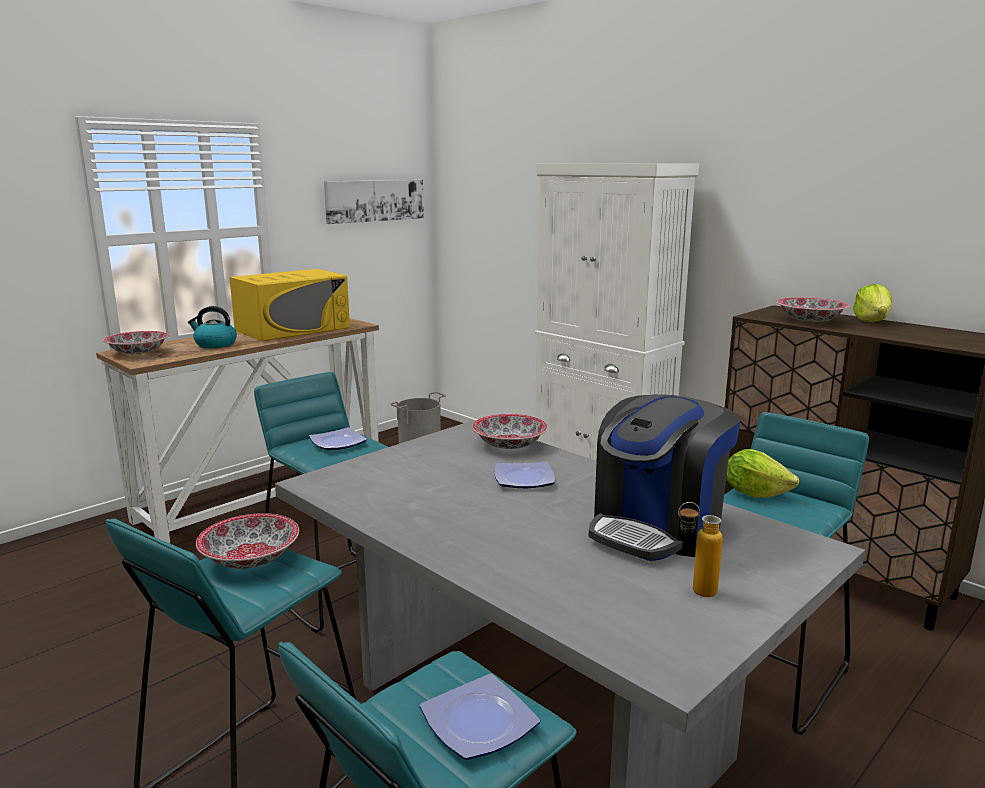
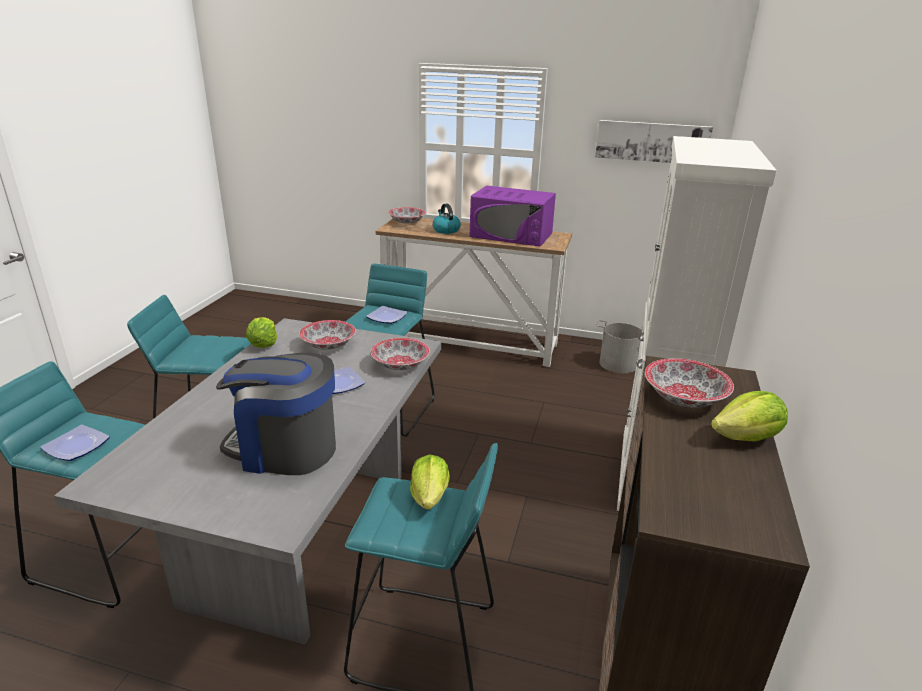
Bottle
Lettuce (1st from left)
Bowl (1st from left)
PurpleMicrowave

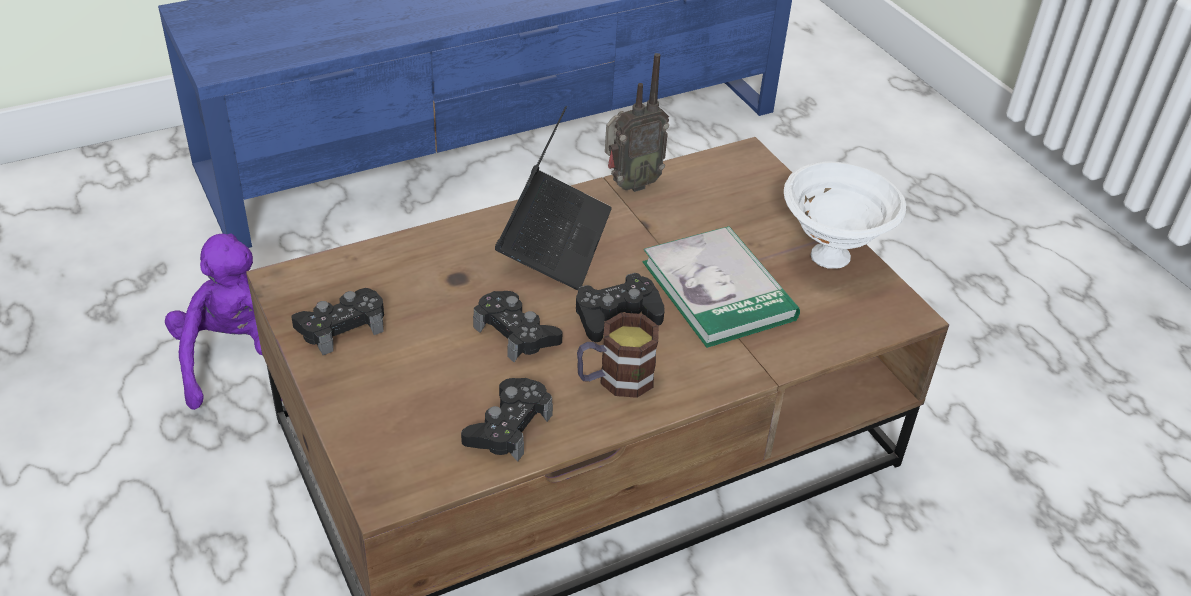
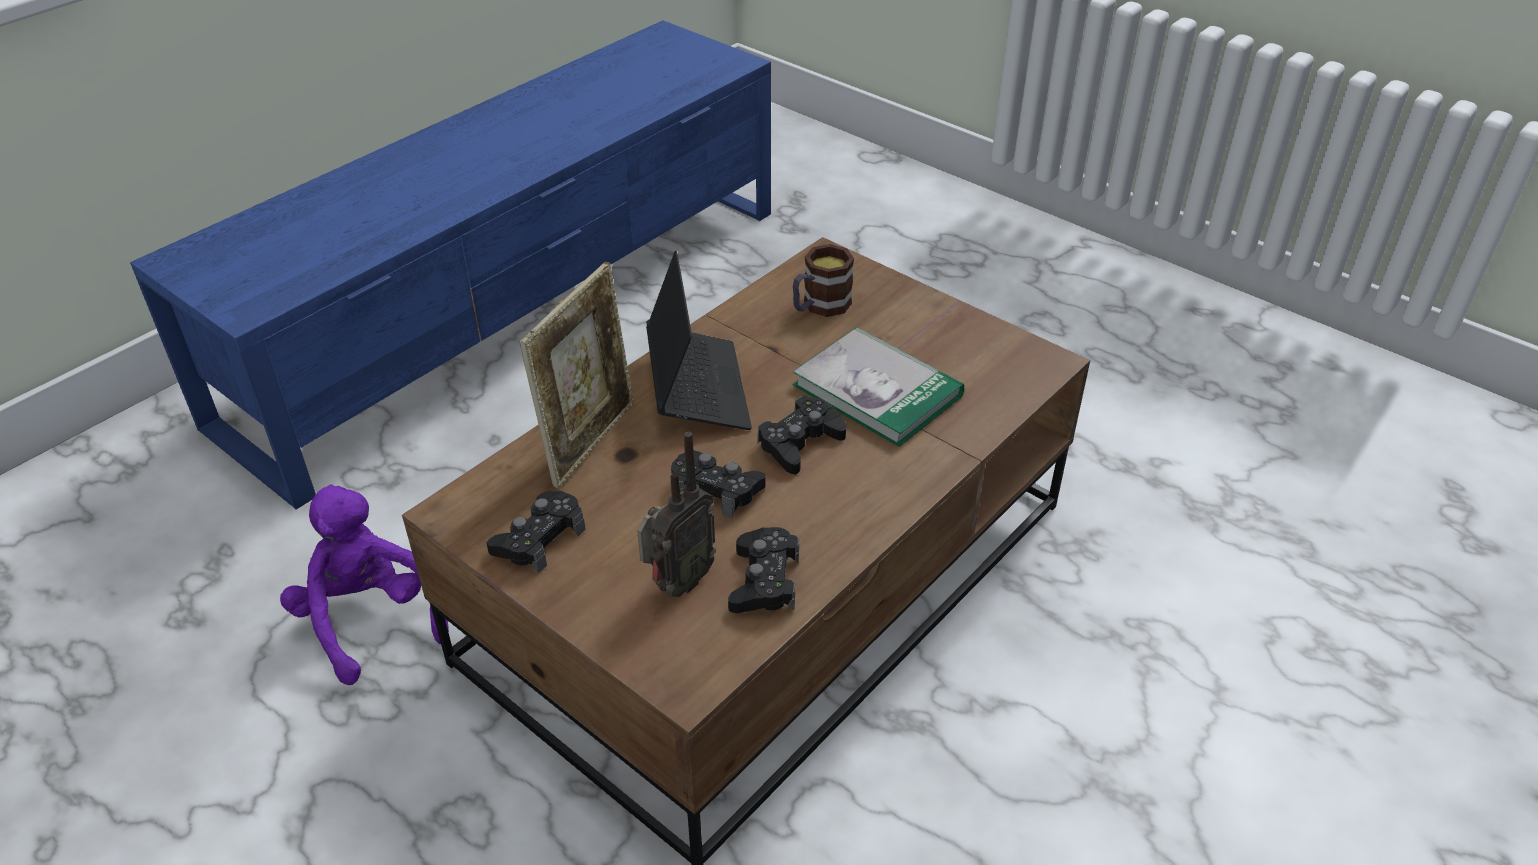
WhiteBowl
PictureFrame
Mug
Radio

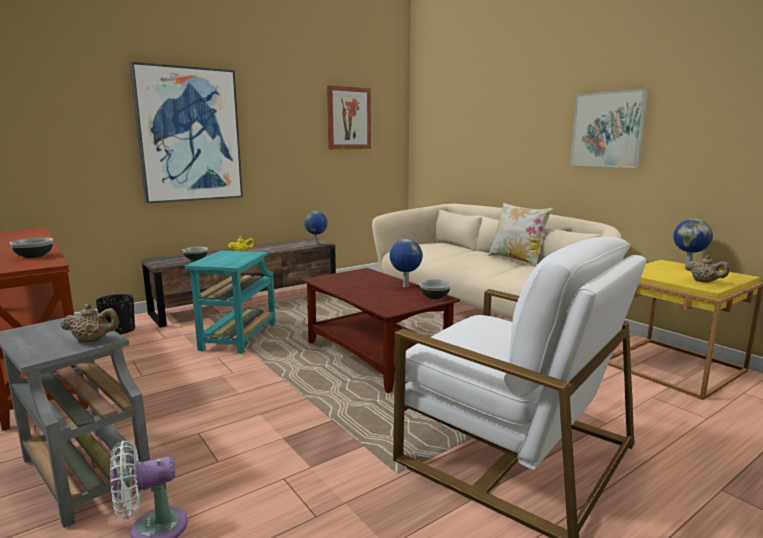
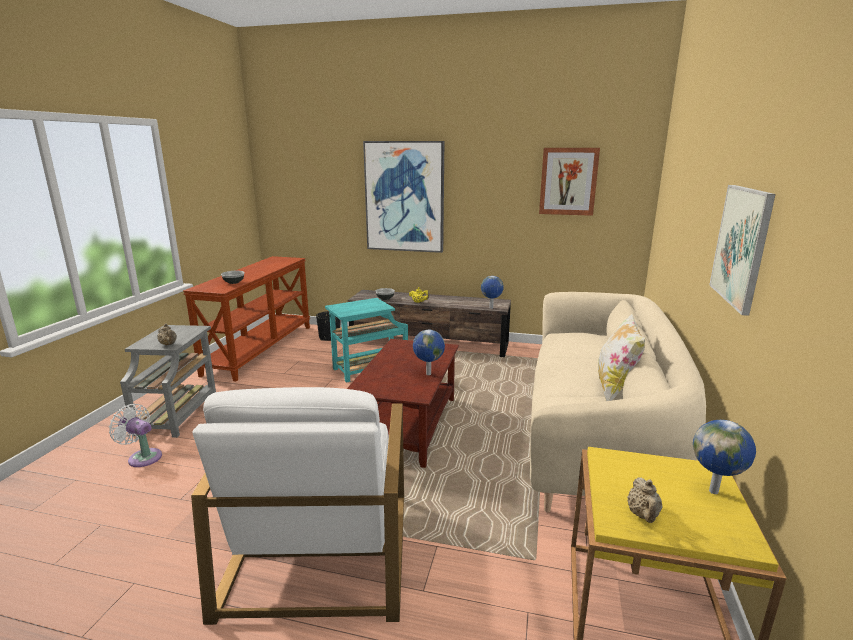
Bowl (3rd from left in the first image)

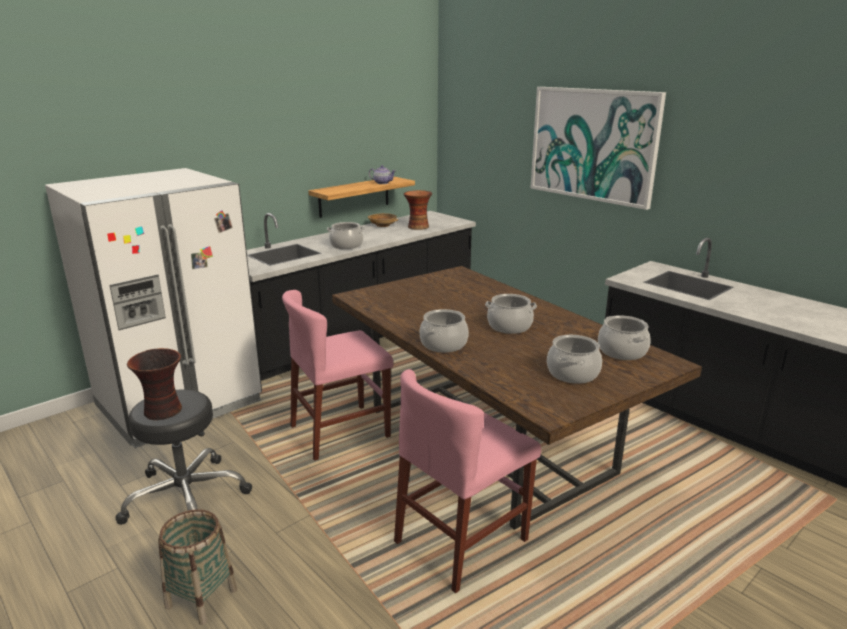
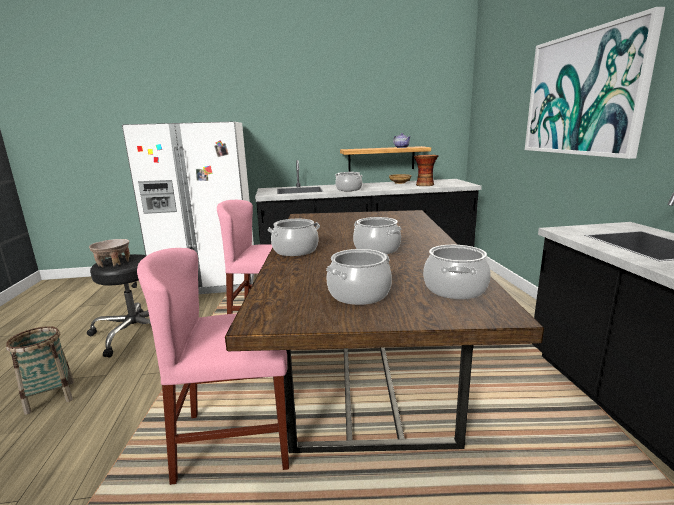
BeigeBowl (1st from left)

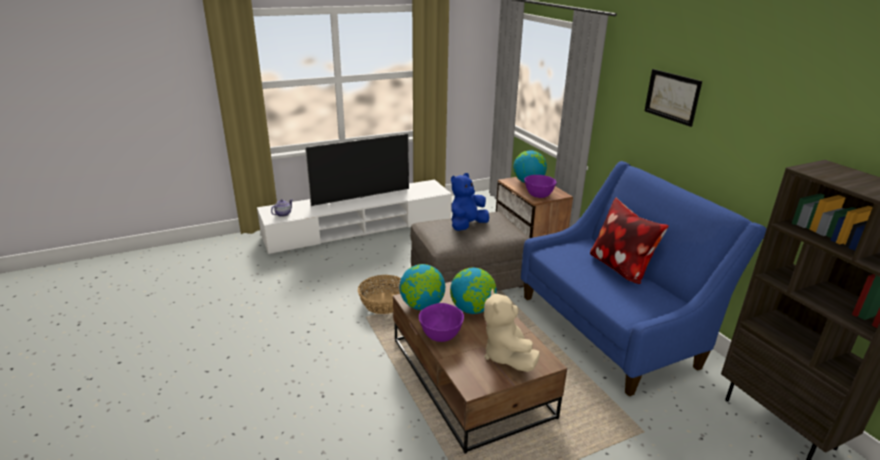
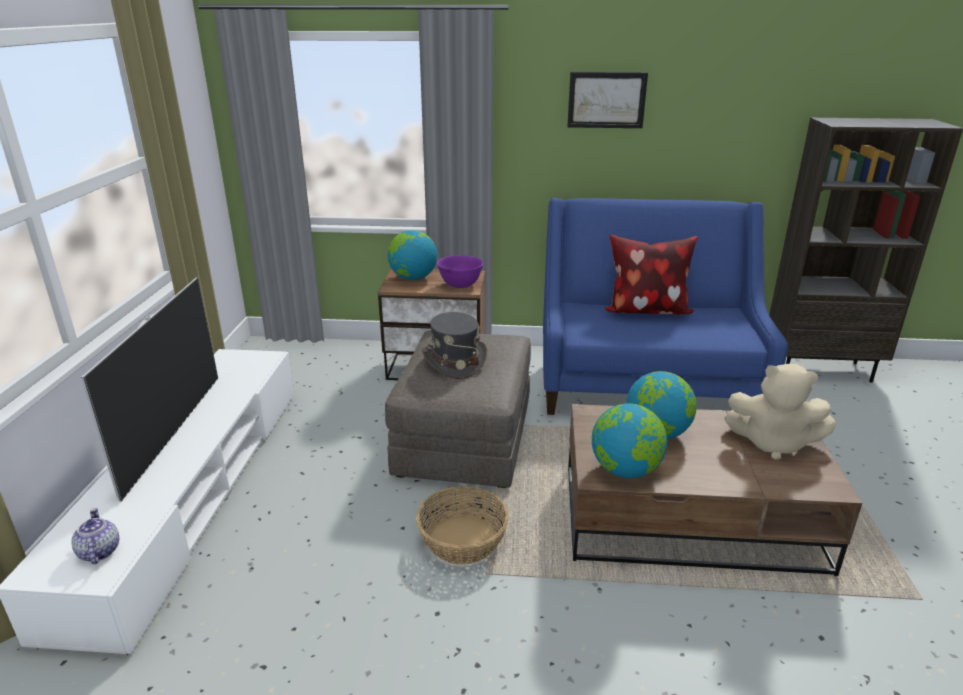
PurpleBowl (1st from left in the first image)
GreyHat

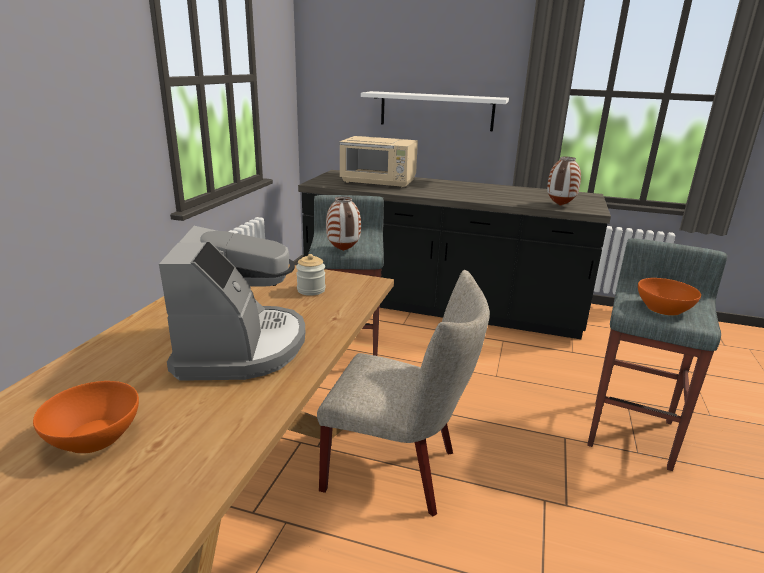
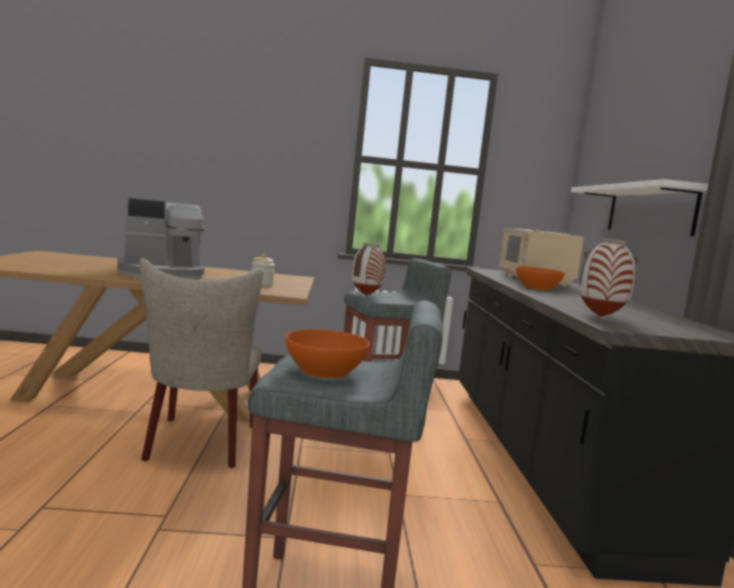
OrangeBowl (2nd from left)

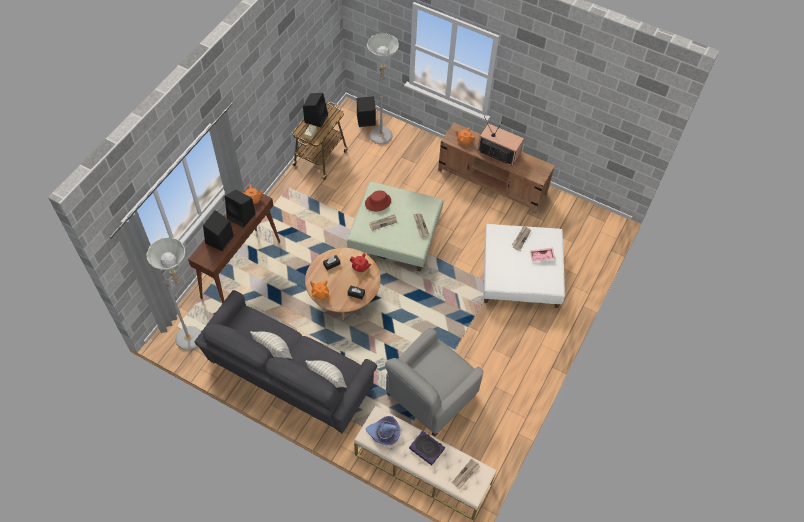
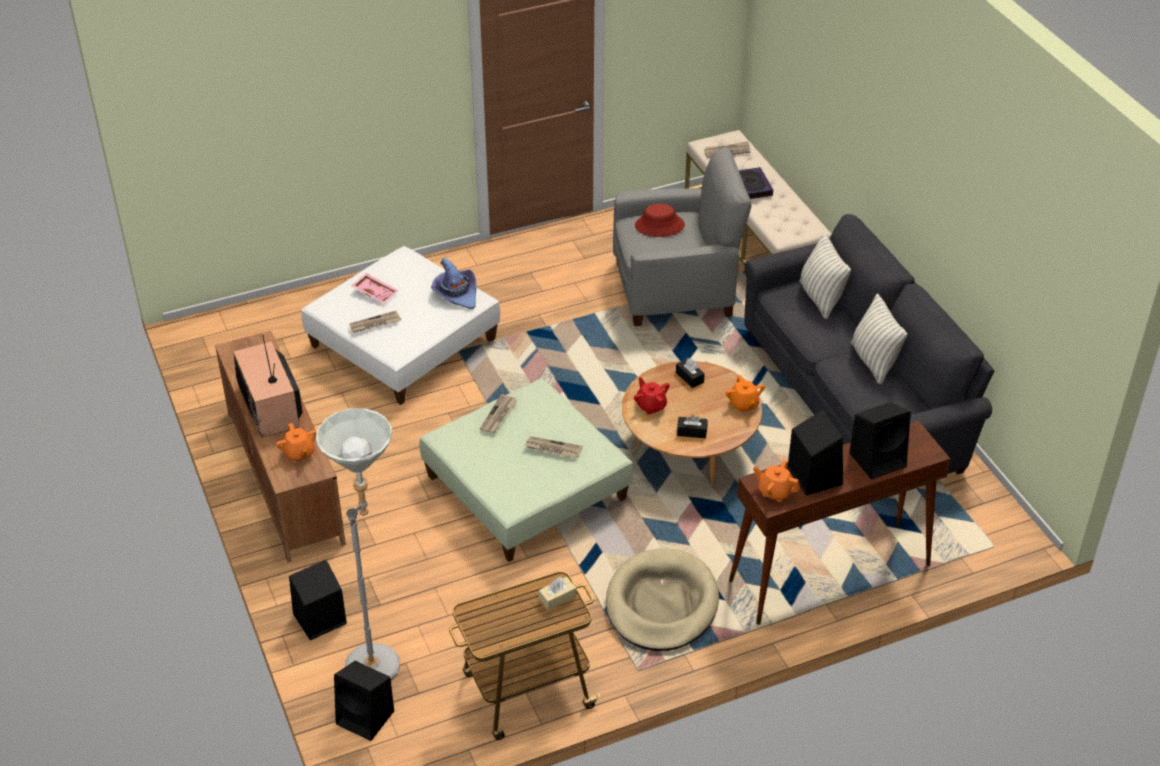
GreyFloorLamp (1st from left in the first image)
BeigeDogBed
BlackSpeaker (1st from left)
RedHat
PurpleHat

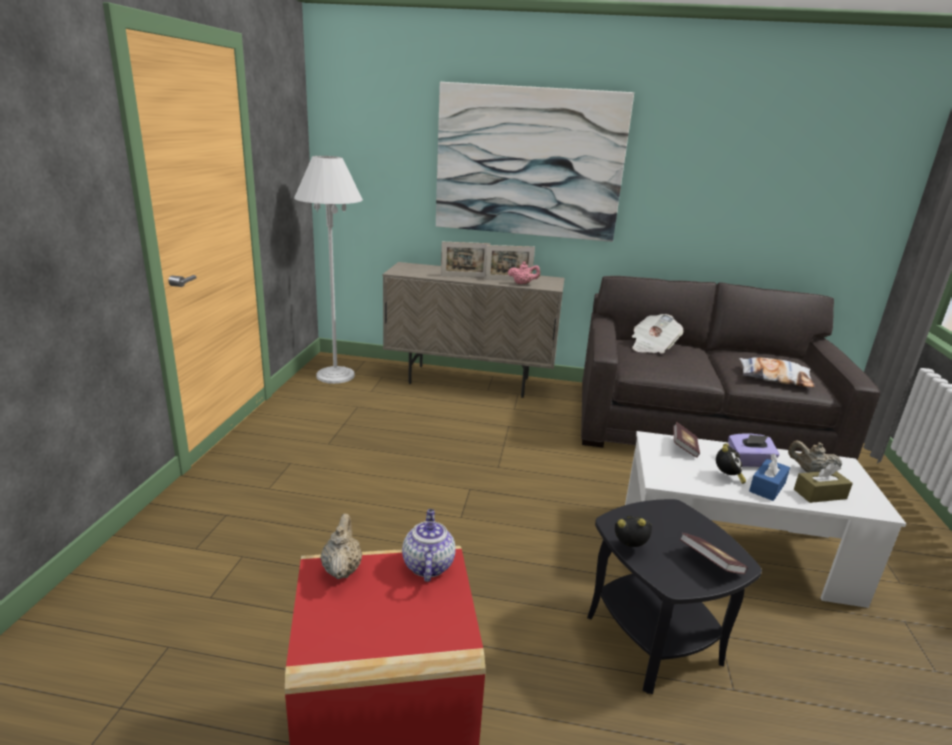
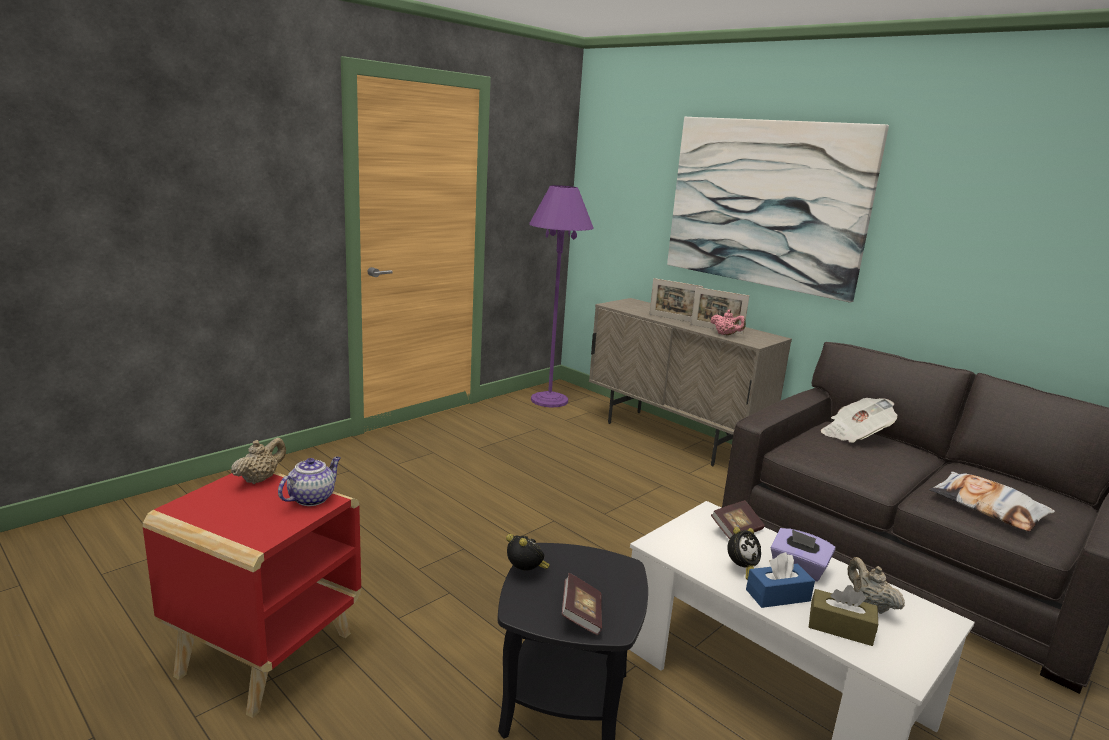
PurpleFloorLamp

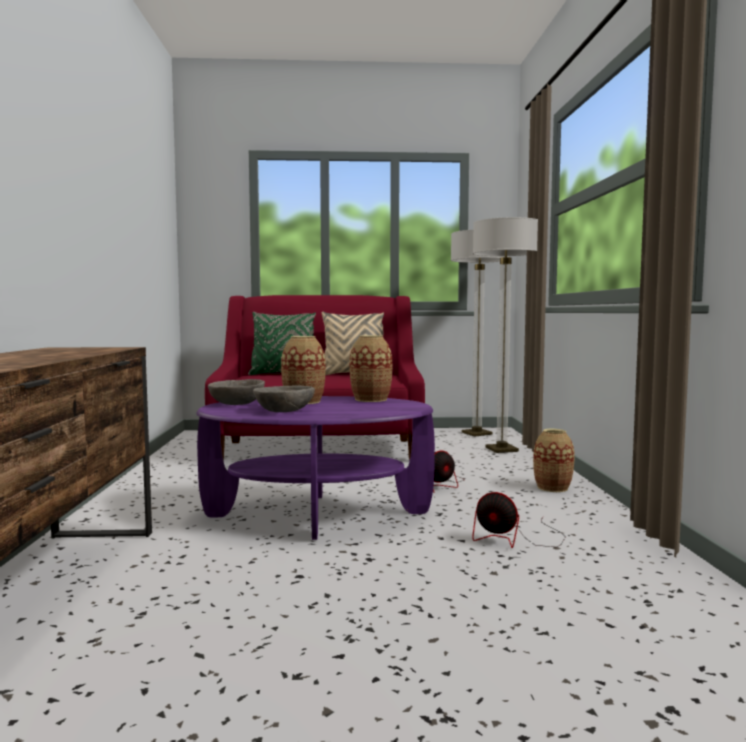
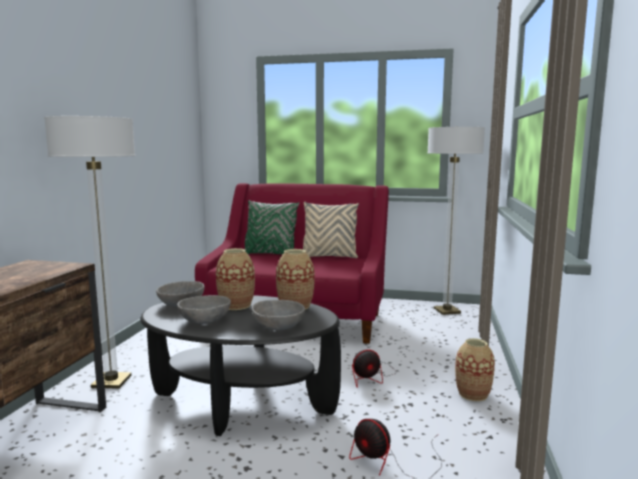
GreyBowl (3rd from left)
FloorLamp (1st from left)
BlackCoffeeTable

